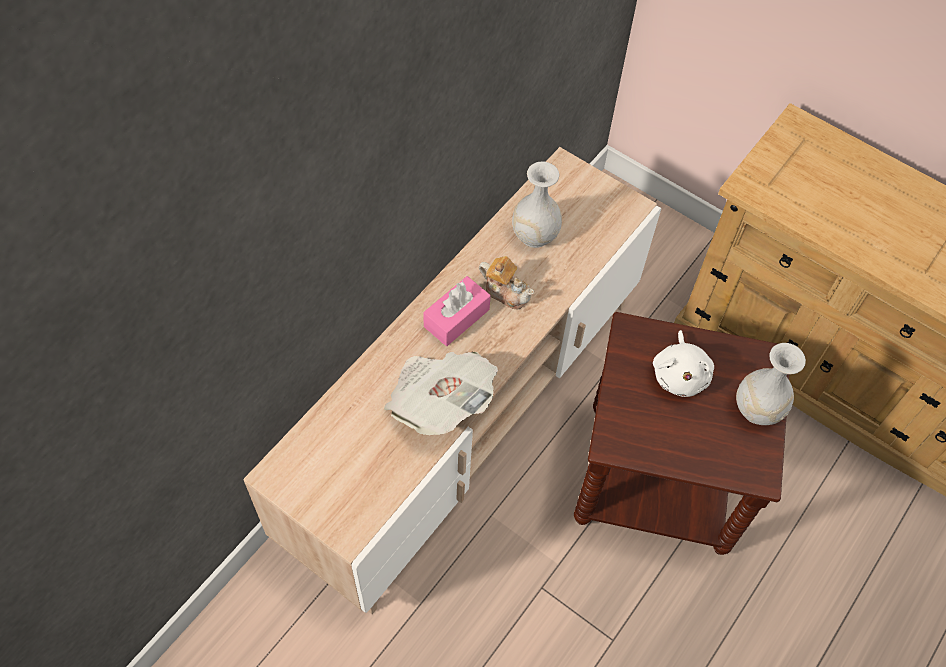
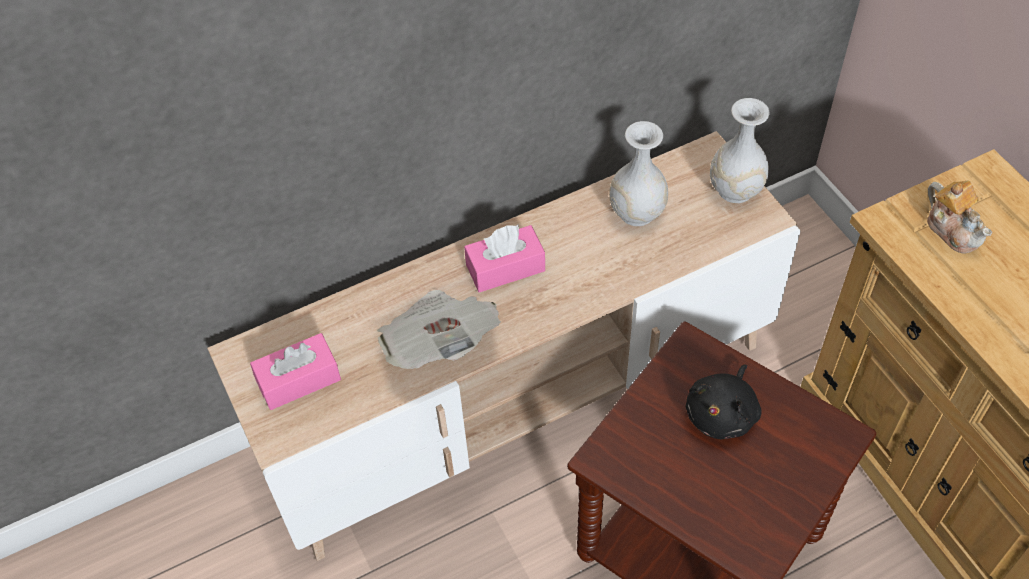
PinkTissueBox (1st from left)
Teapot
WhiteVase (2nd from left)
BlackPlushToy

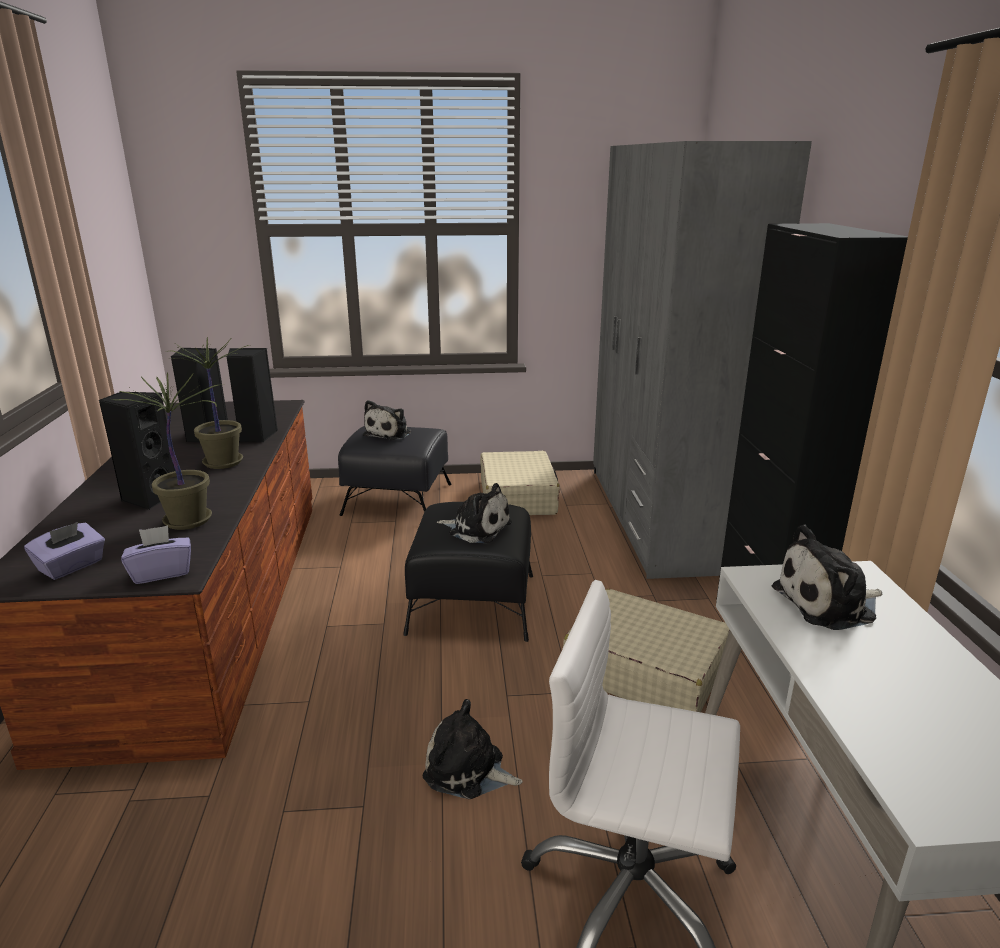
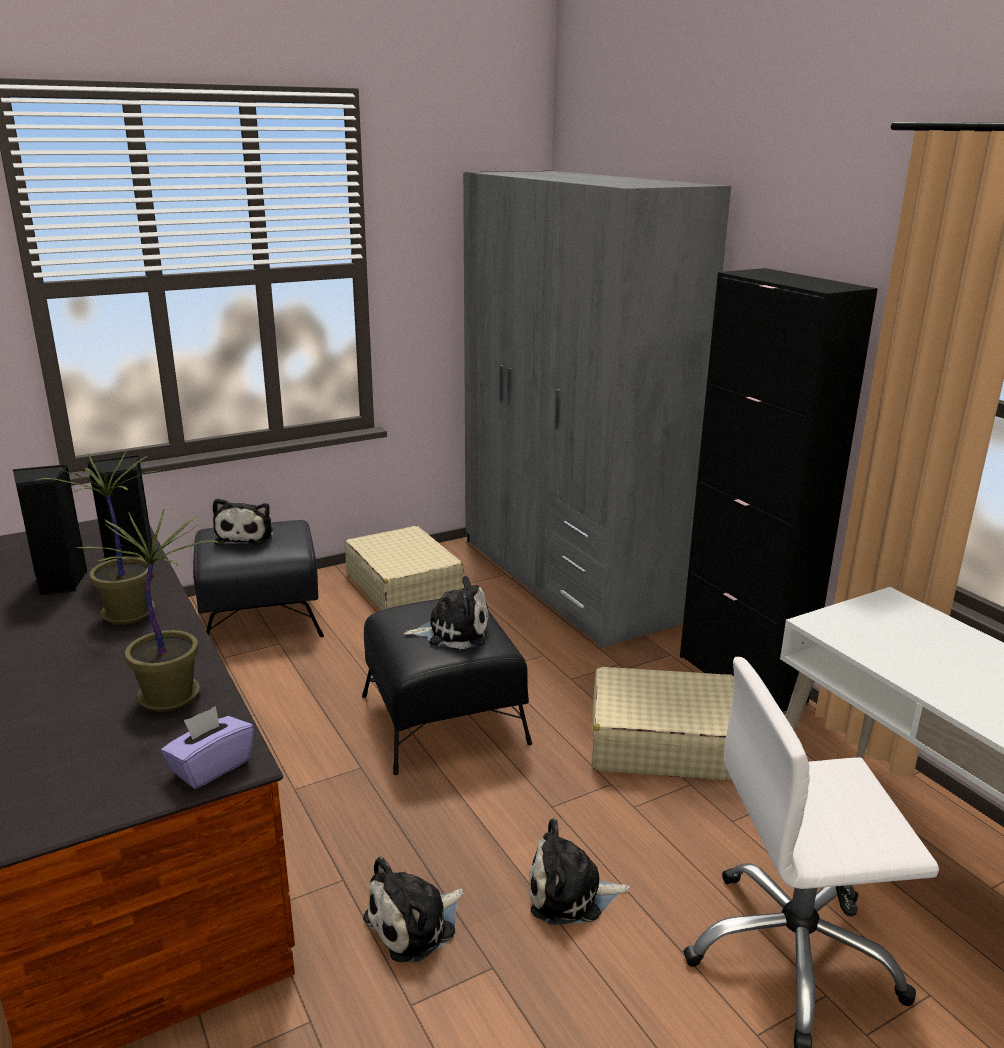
PurpleTissueBox (1st from left in the first image)
BlackSpeaker (1st from left in the first image)
PlushToy (2nd from left)

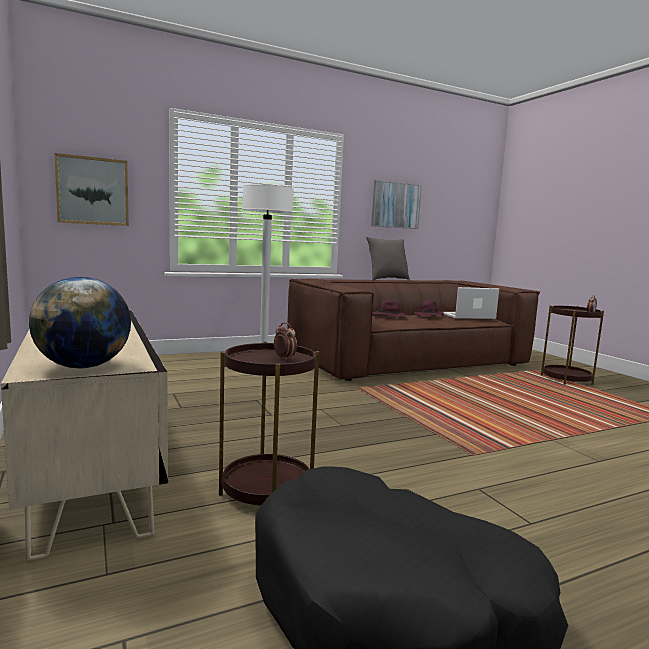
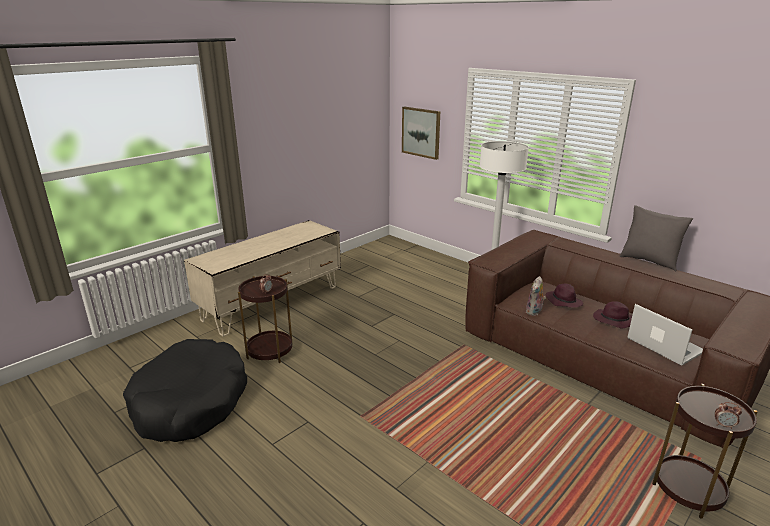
Globe
Picture (2nd from left in the first image)
PlushToy

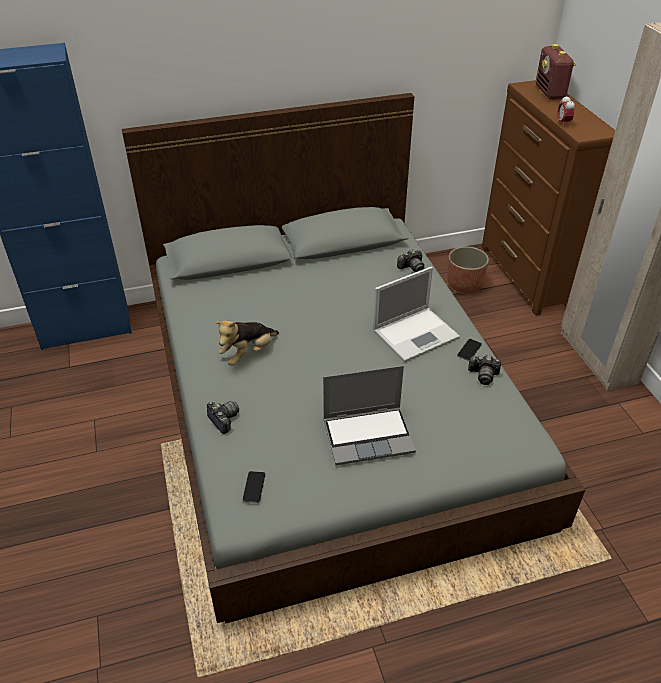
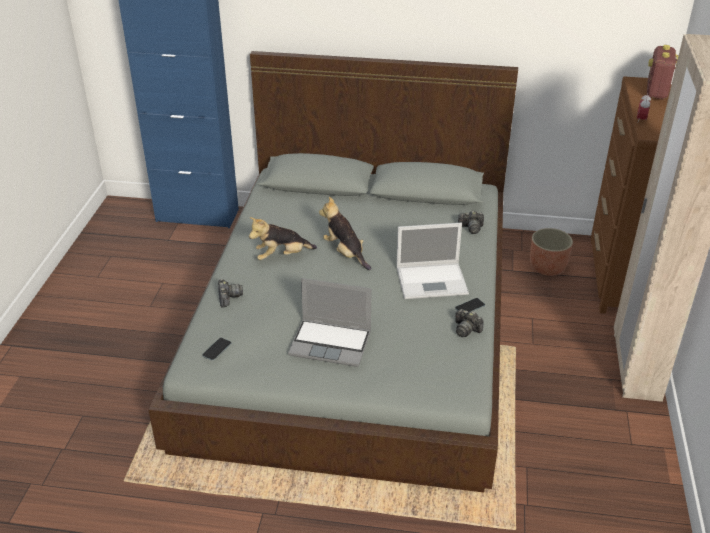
PlushToy (2nd from left)

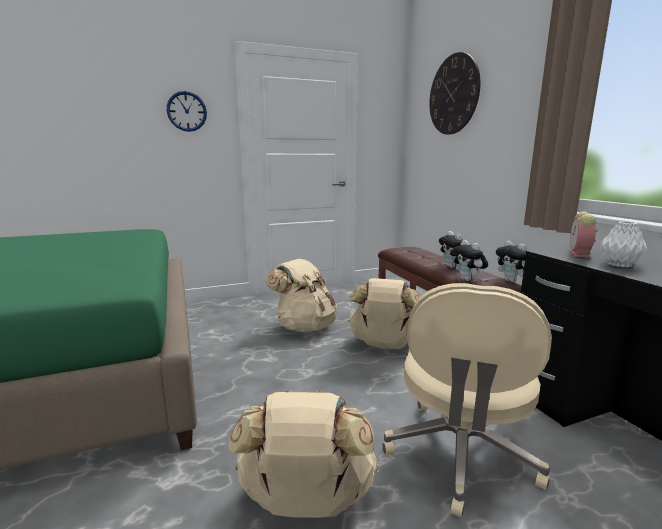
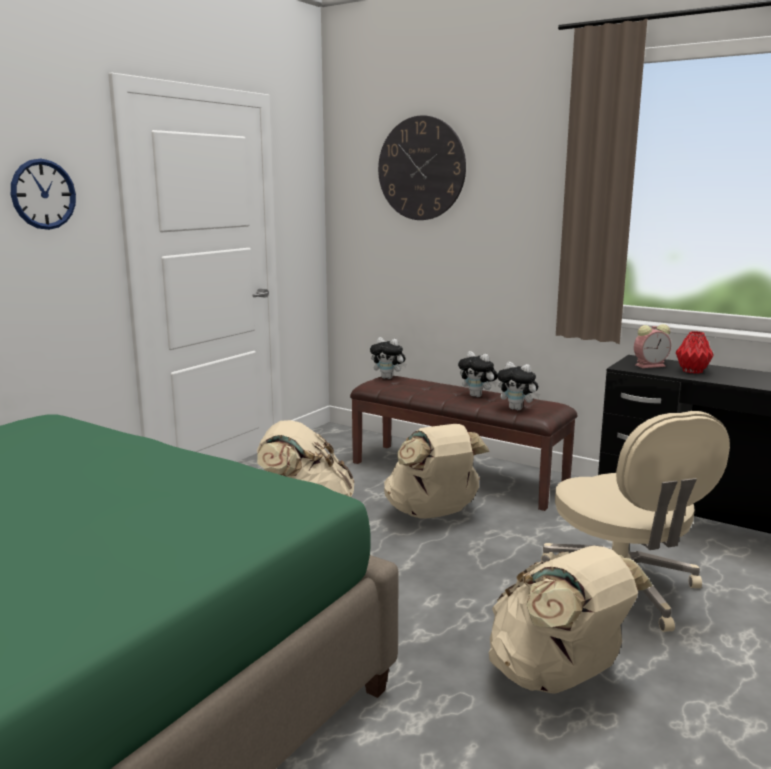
PlushToy (1st from left)
RedVase
AlarmClock

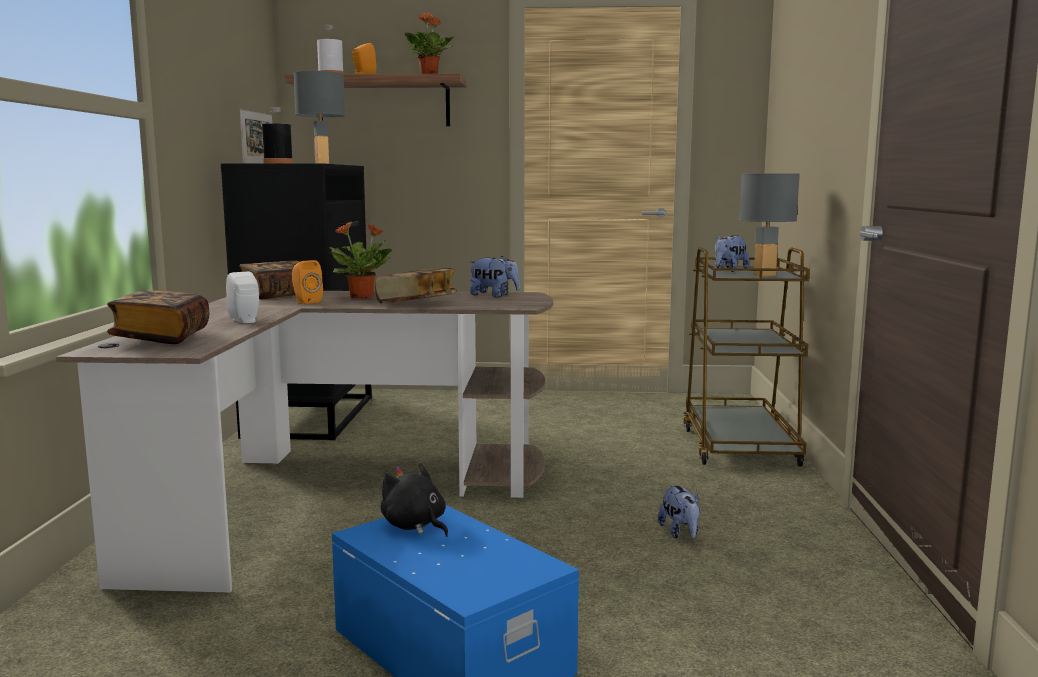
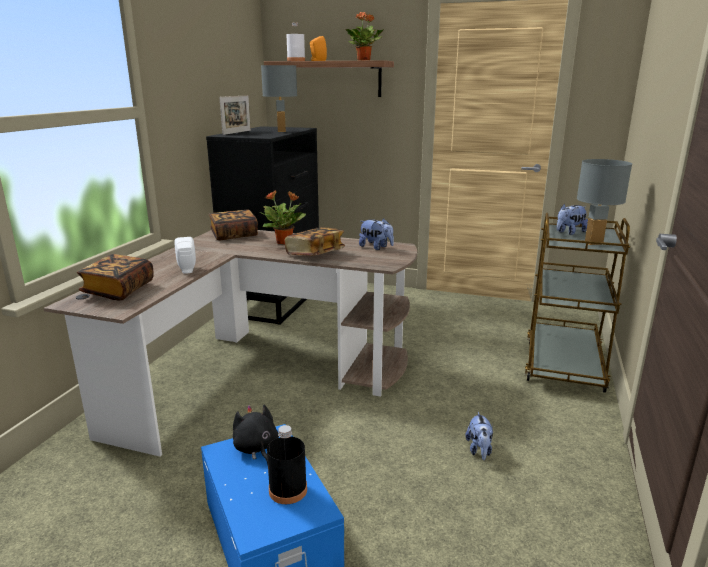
OrangeSpeaker (1st from left in the first image)
BlackBottle

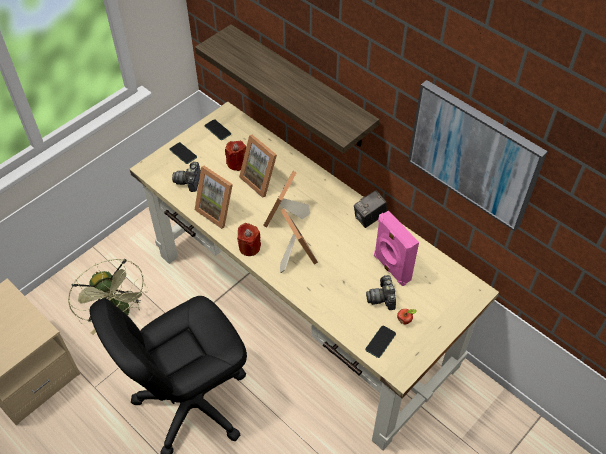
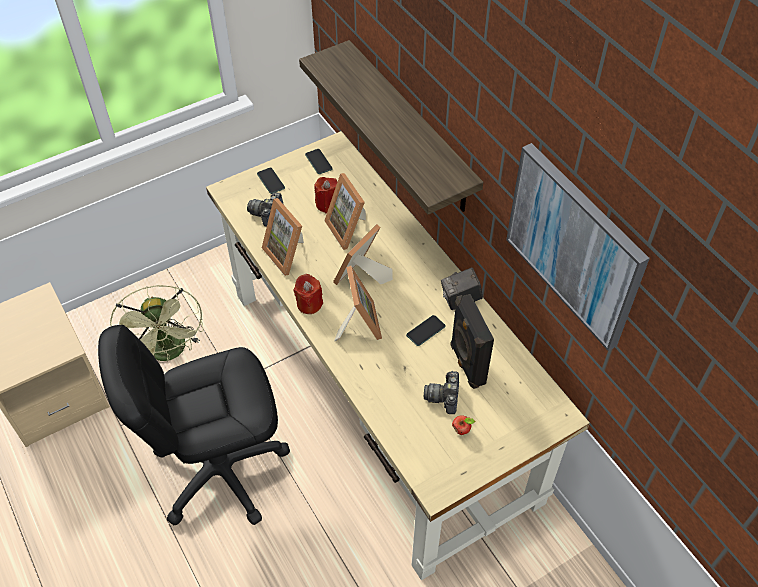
Phone (3rd from left)
BlackSpeaker

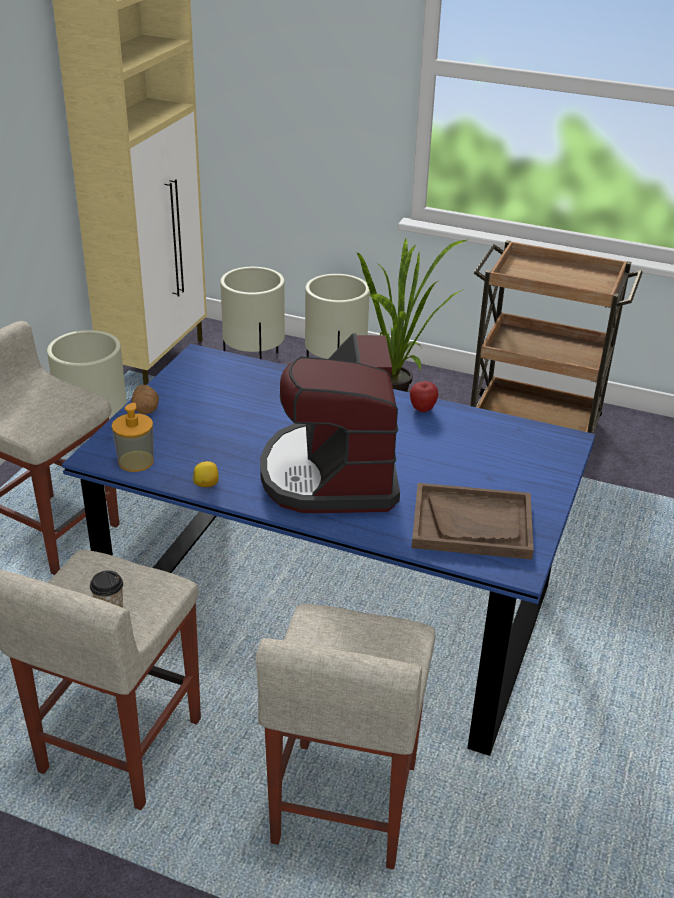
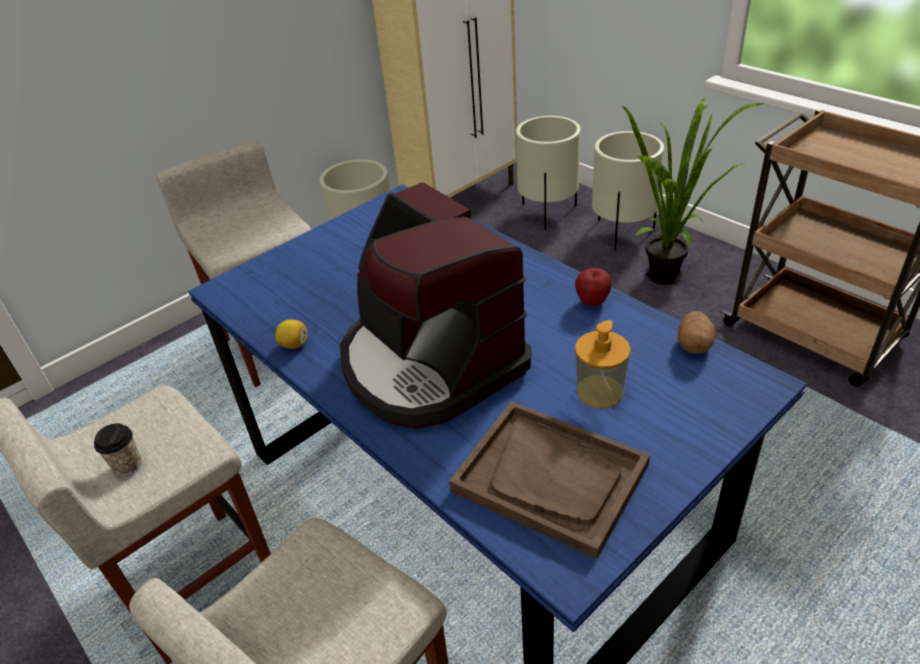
SoapDispenser
Potato
CoffeeMachine

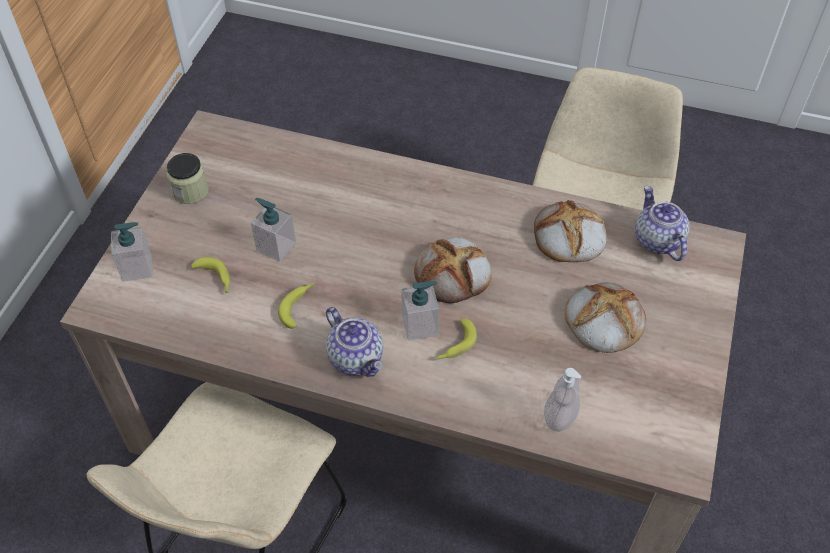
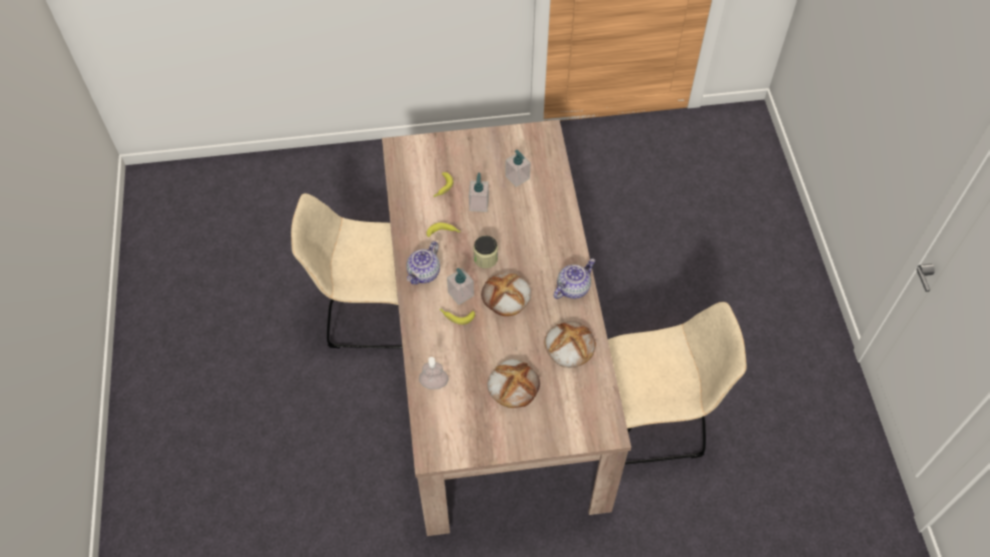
SoapDispenser (4th from left)
Jar
Teapot (2nd from left)

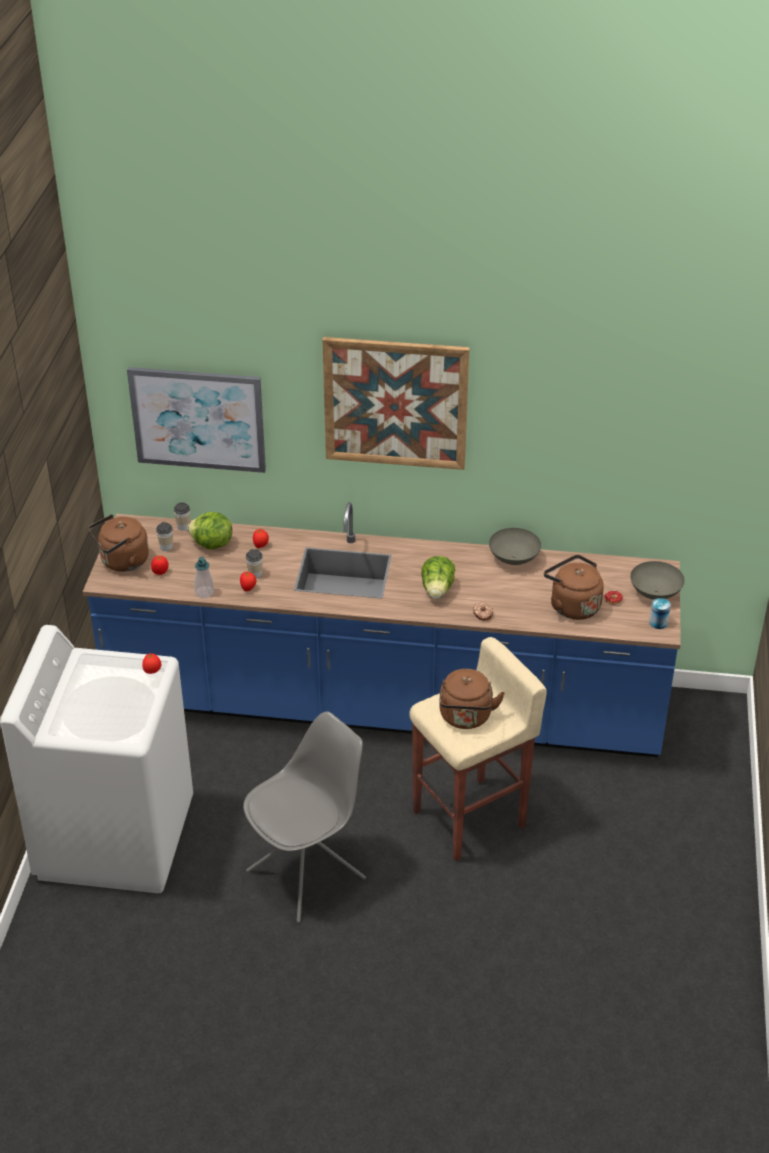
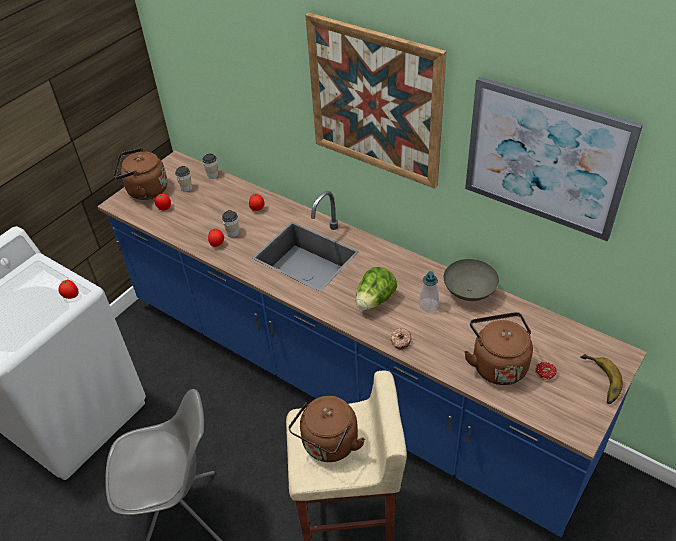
Lettuce (1st from left in the first image)
Can
Picture (2nd from left)
SoapDispenser
Banana

